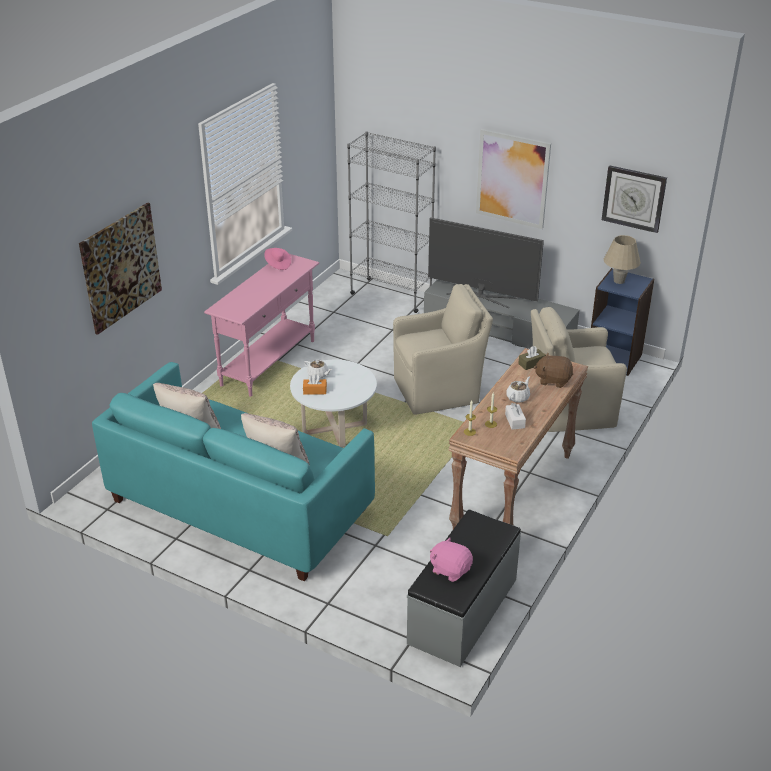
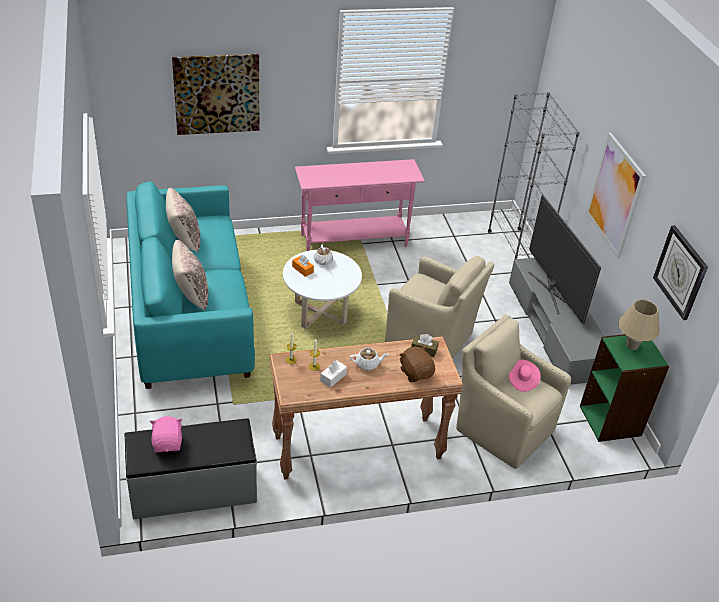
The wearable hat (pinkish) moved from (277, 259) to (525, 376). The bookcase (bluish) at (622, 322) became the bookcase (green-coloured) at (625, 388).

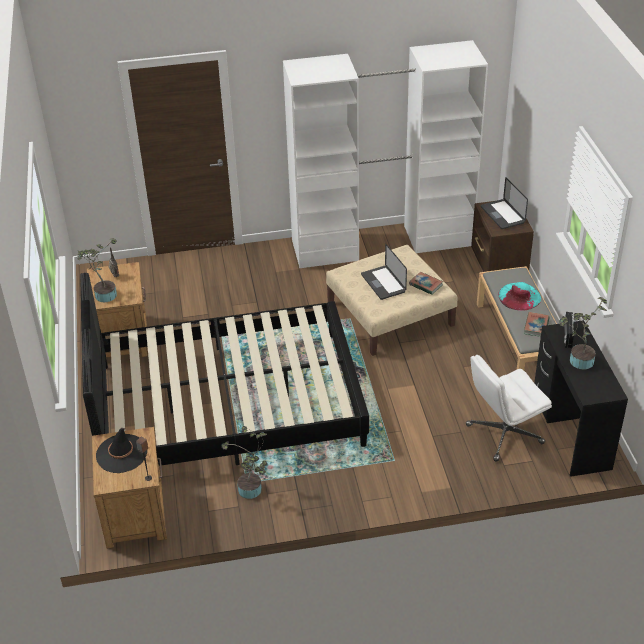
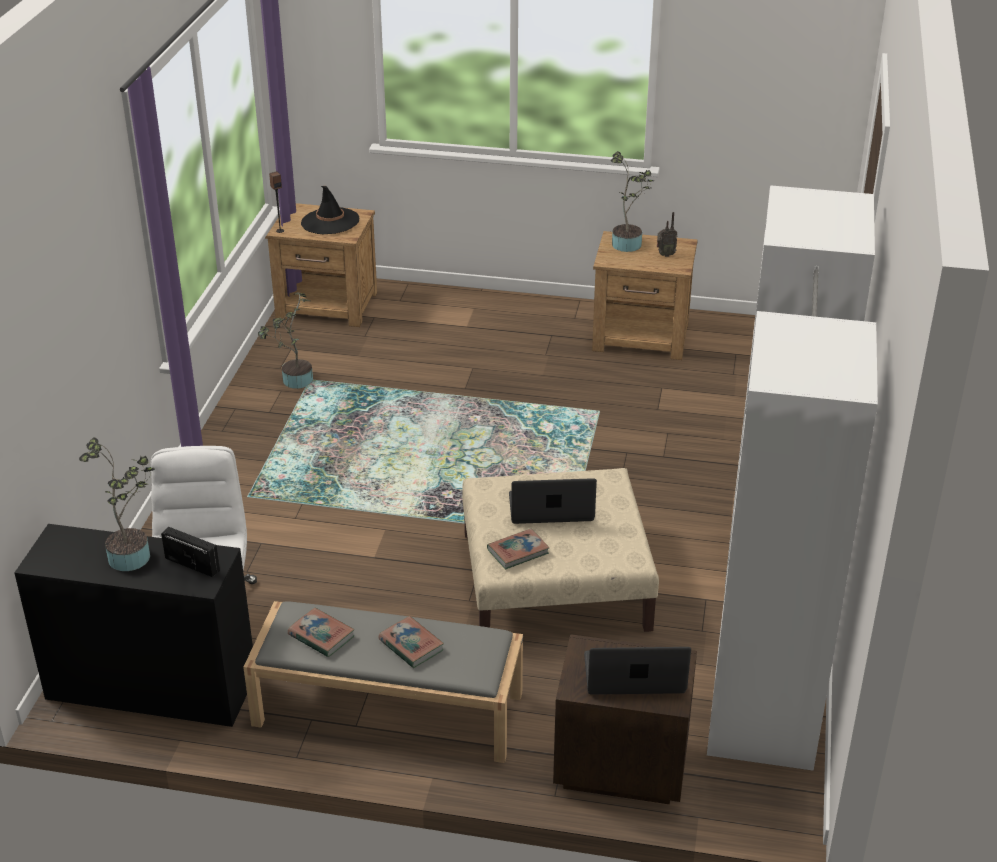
The bedroom bed (black) at (224, 369) disappeared. The wearable hat (turquoise) at (520, 296) was replaced by the volume at (411, 642).

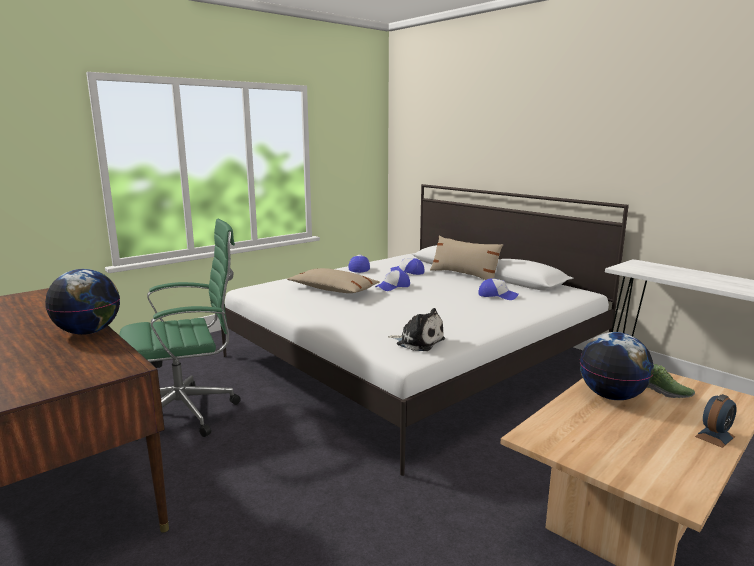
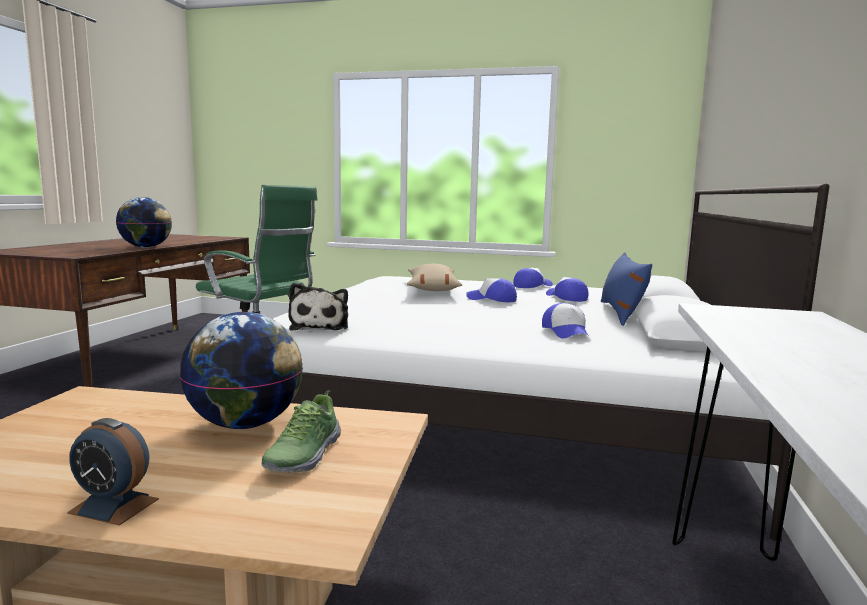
The pillow (beige-coloured) at (466, 257) became the pillow (bluish) at (626, 289).

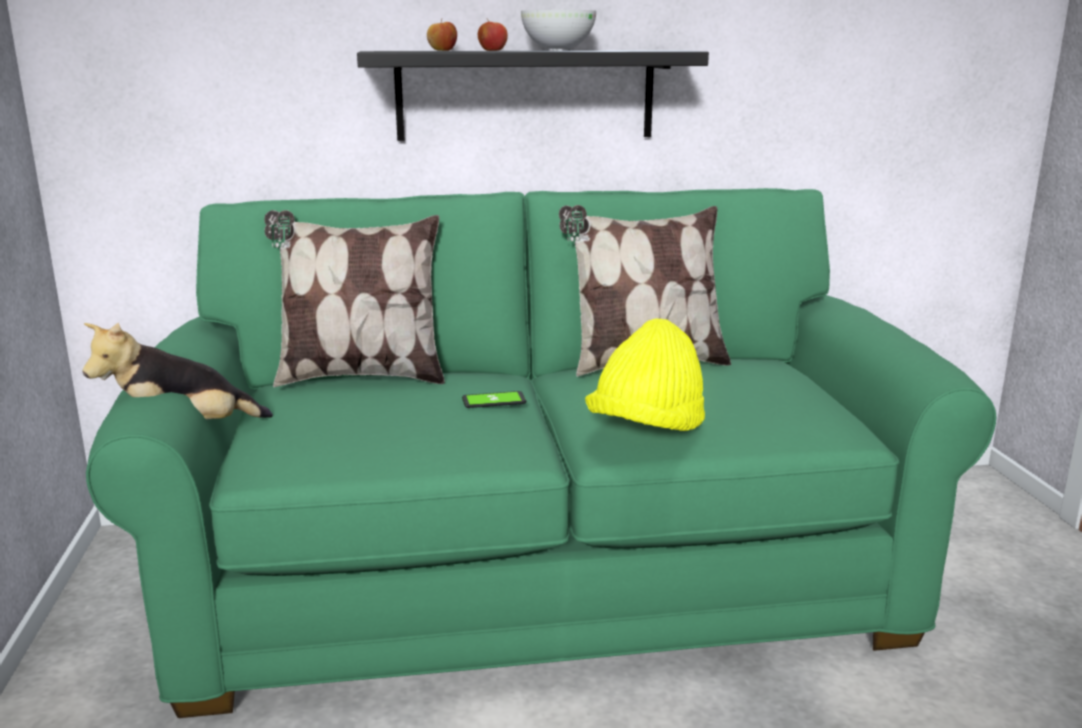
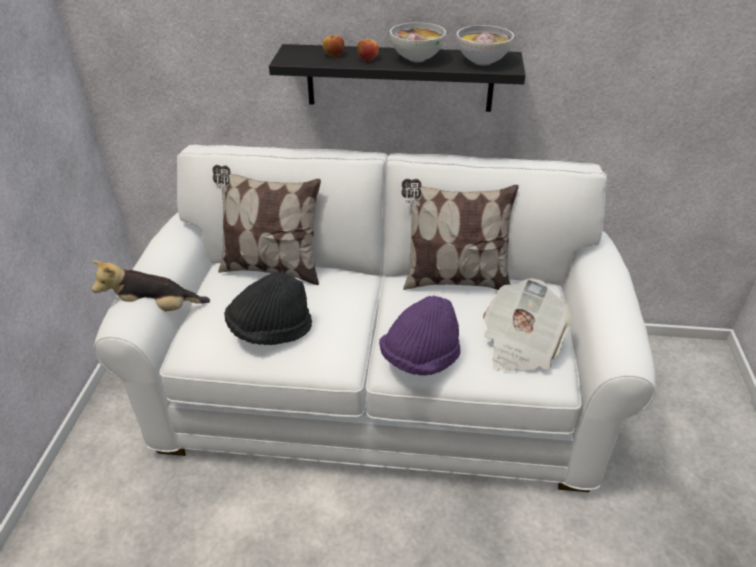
The settee (green-coloured) at (541, 453) became the settee (white-coloured) at (374, 318). The wearable hat (yellowish) at (645, 374) became the wearable hat (purplish) at (420, 335). The phone at (494, 399) disappeared. The deep dish at (485, 45) appeared. The wearable hat (black) at (268, 308) appeared. The newspaper at (527, 324) appeared.

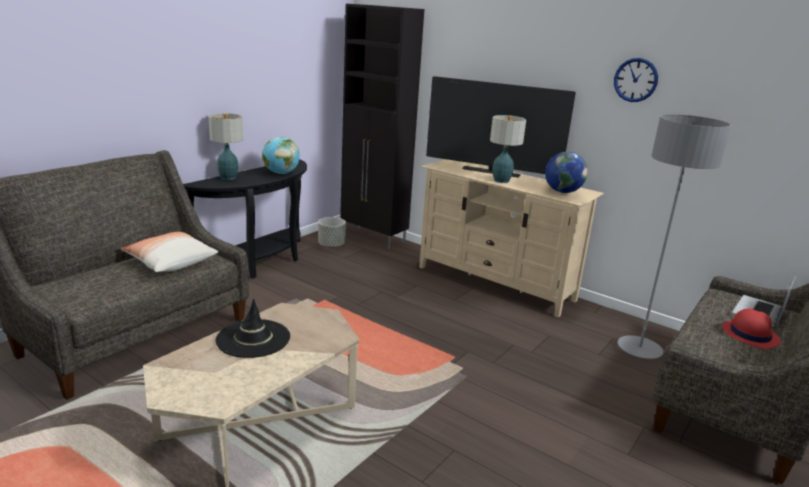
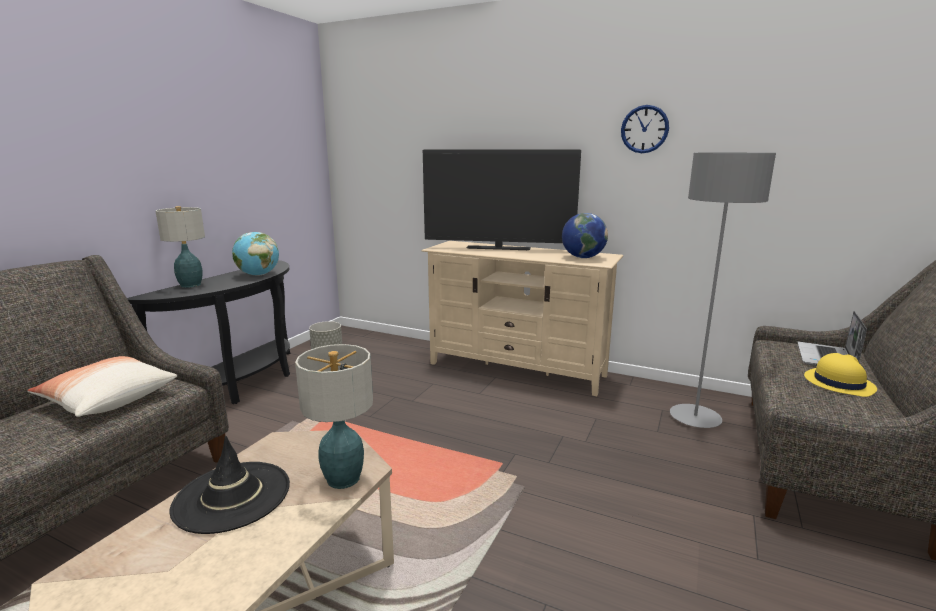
The storage cabinet (black) at (382, 127) disappeared. The tabletop lamp moved from (508, 149) to (334, 416). The wearable hat (red) at (751, 329) became the wearable hat (yellowish) at (840, 375).

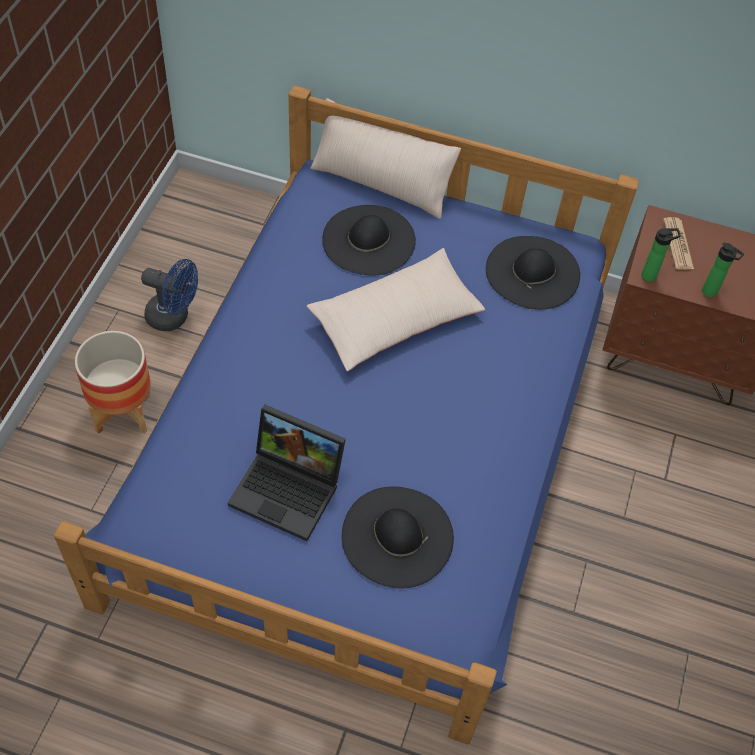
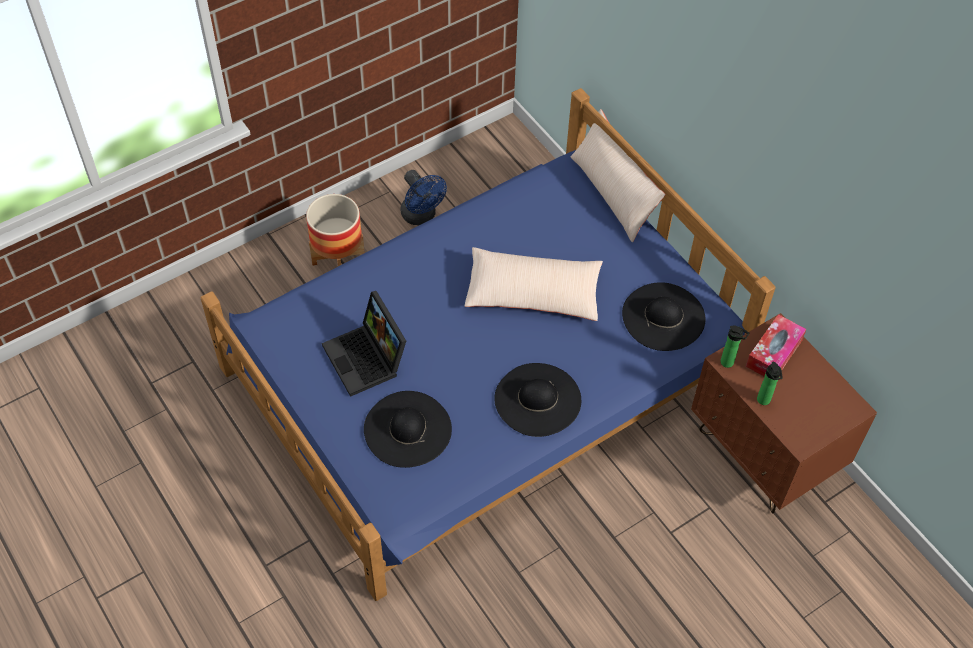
The wearable hat (black) moved from (369, 240) to (537, 400). The newspaper at (678, 243) was replaced by the box of tissues at (776, 345).

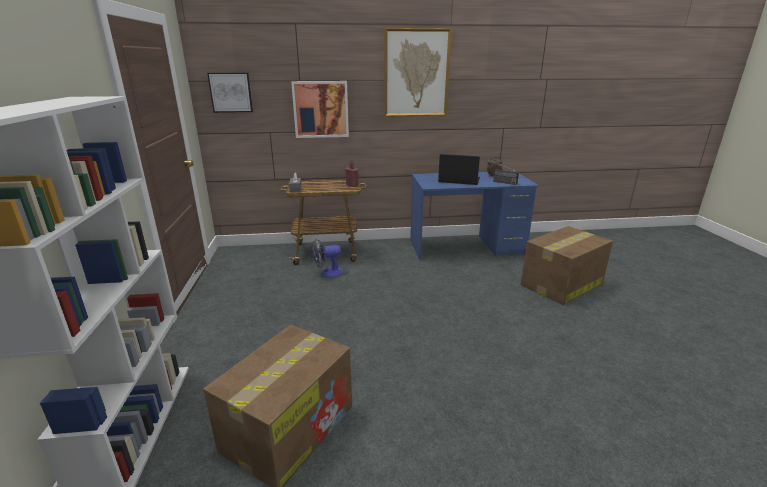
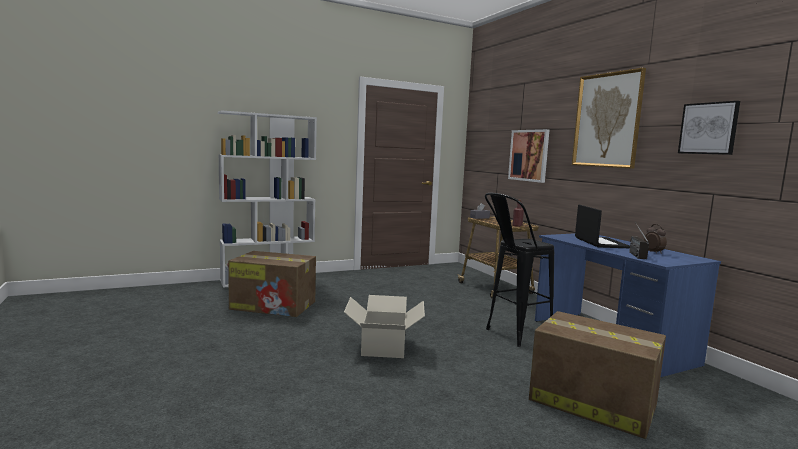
The picture moved from (230, 93) to (709, 128). The cooling fan at (327, 258) disappeared. The sitting stool (black) at (519, 270) appeared. The packing box at (384, 326) appeared.

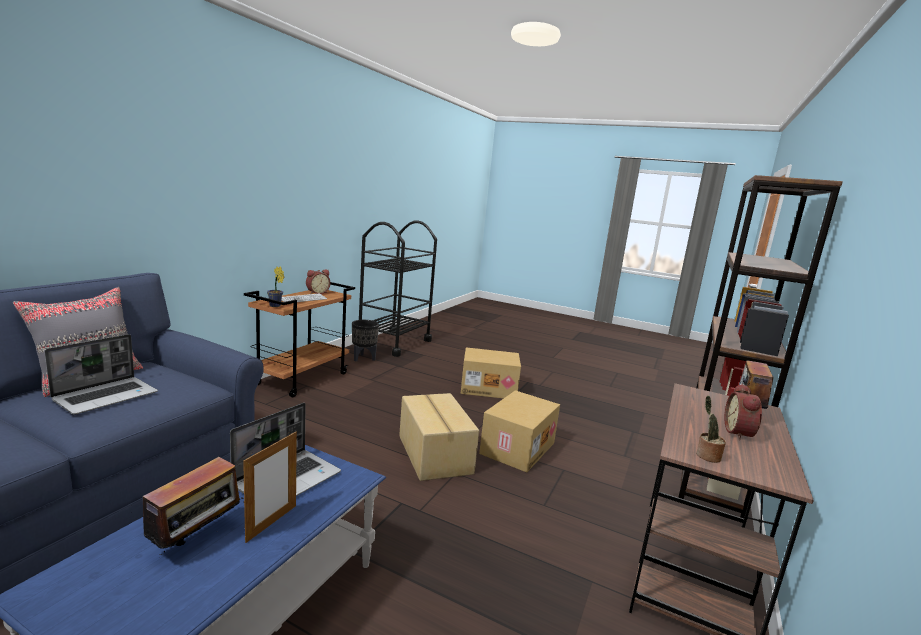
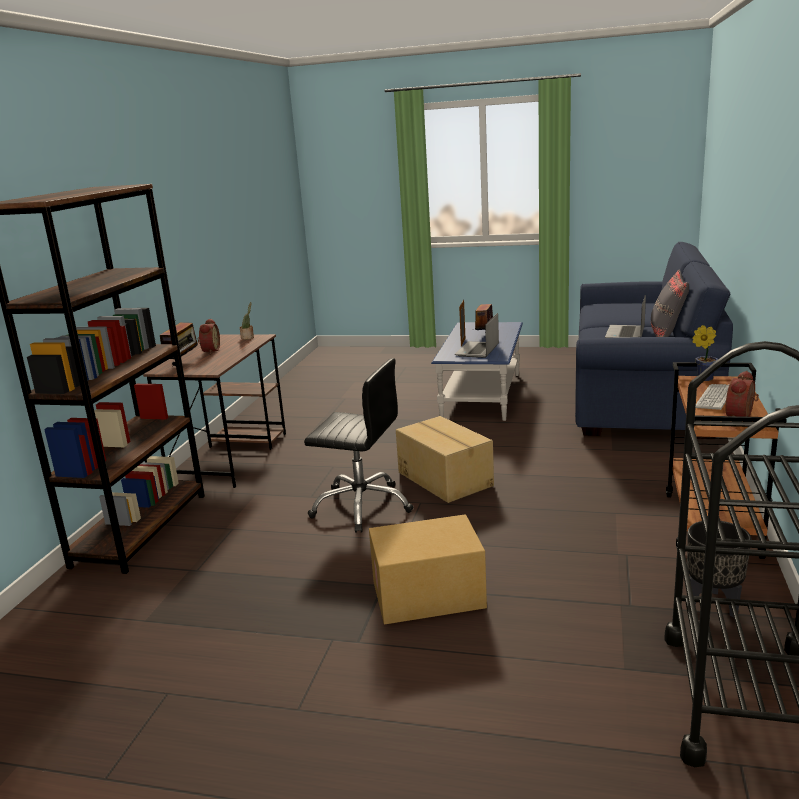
The packing box at (519, 431) was replaced by the desk chair (black) at (358, 445).

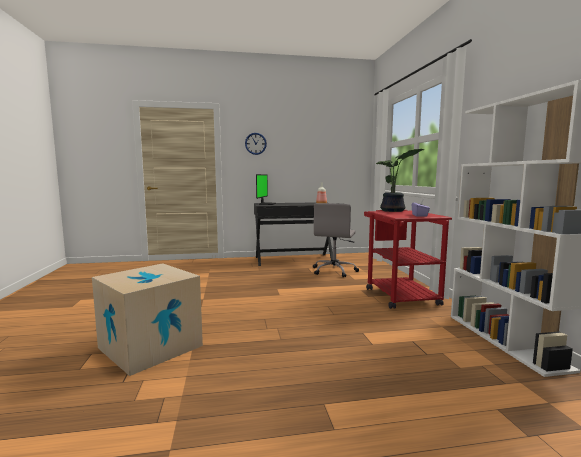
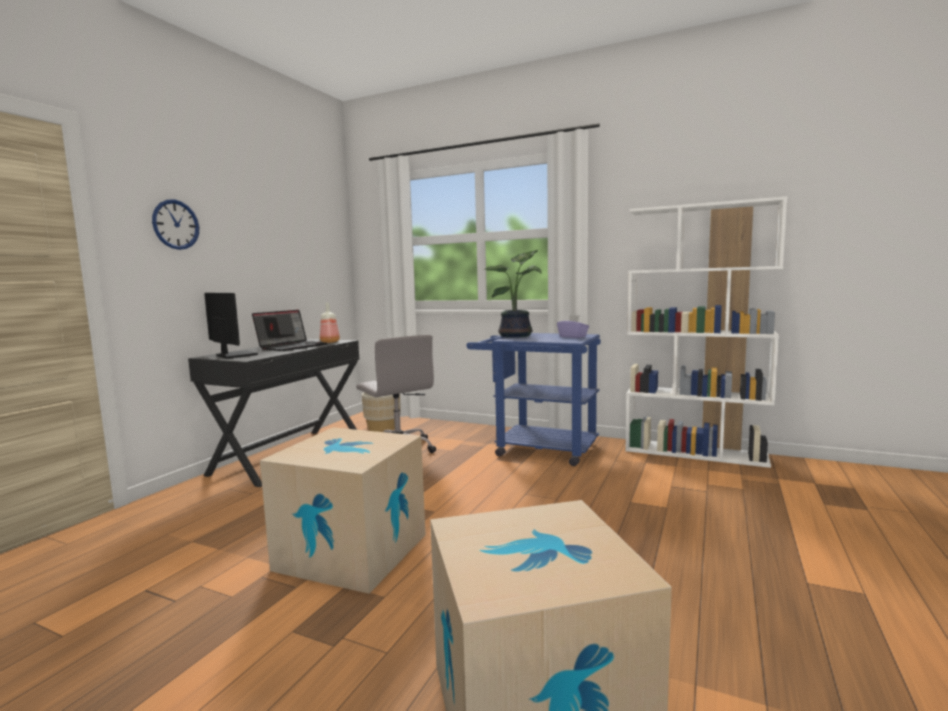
The wheeled cart (red) at (408, 259) became the wheeled cart (bluish) at (534, 399). The notebook computer at (289, 330) appeared. The planter (beige-coloured) at (381, 412) appeared. The packing box at (343, 510) appeared.

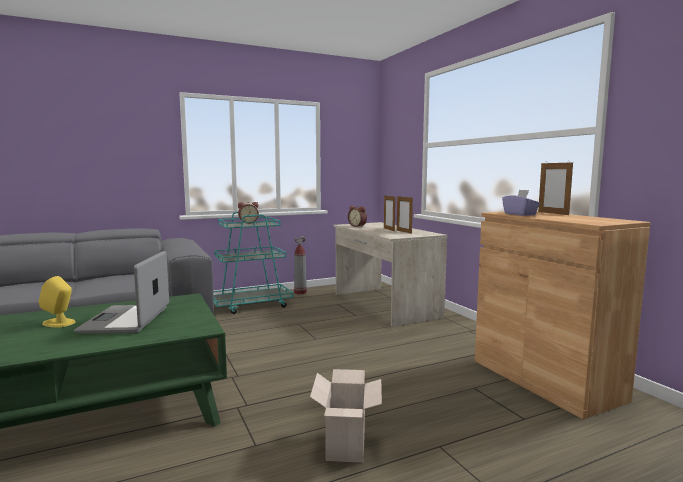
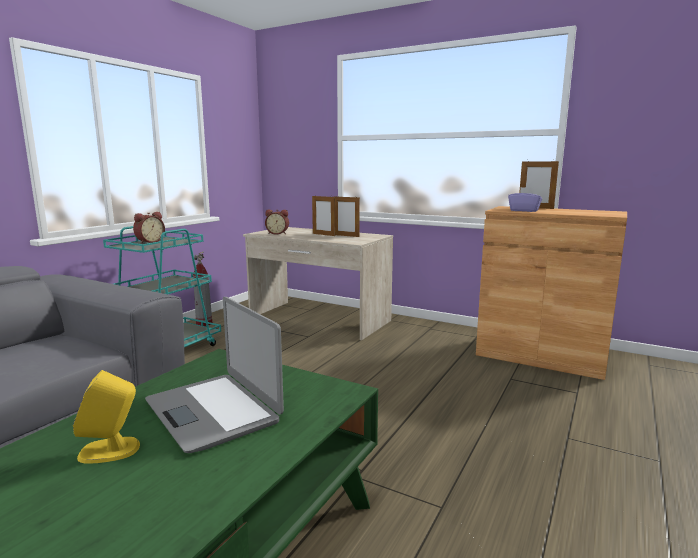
The packing box at (346, 416) disappeared.

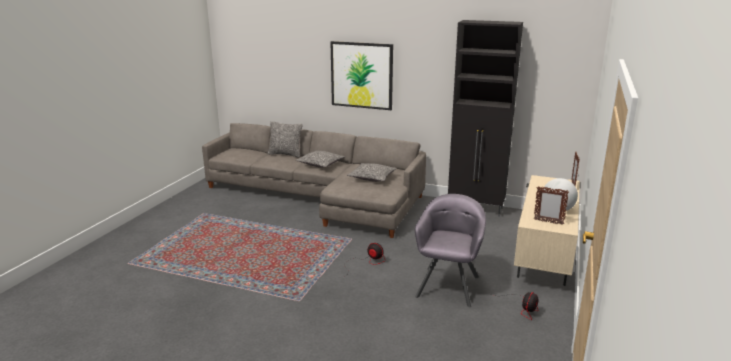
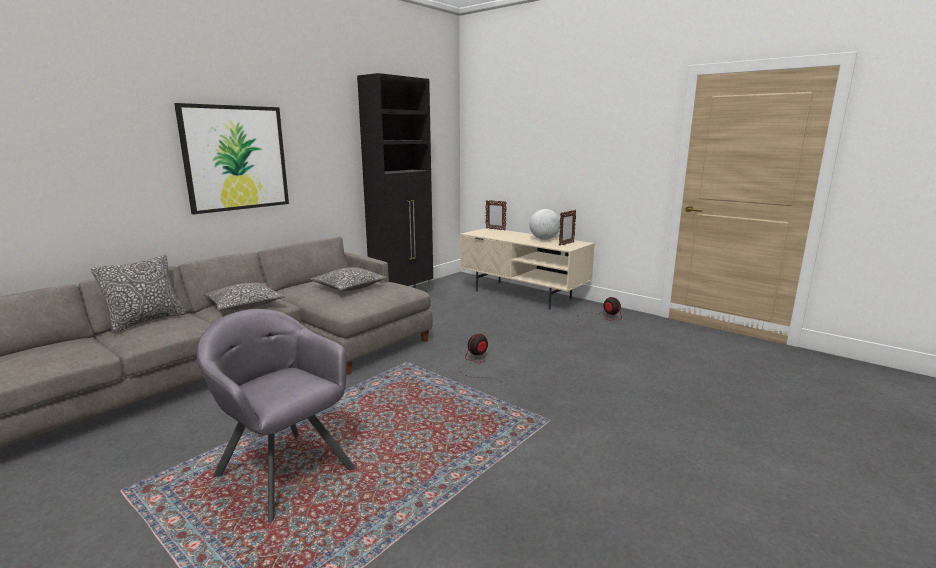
The armchair (grey) moved from (450, 250) to (276, 416).

